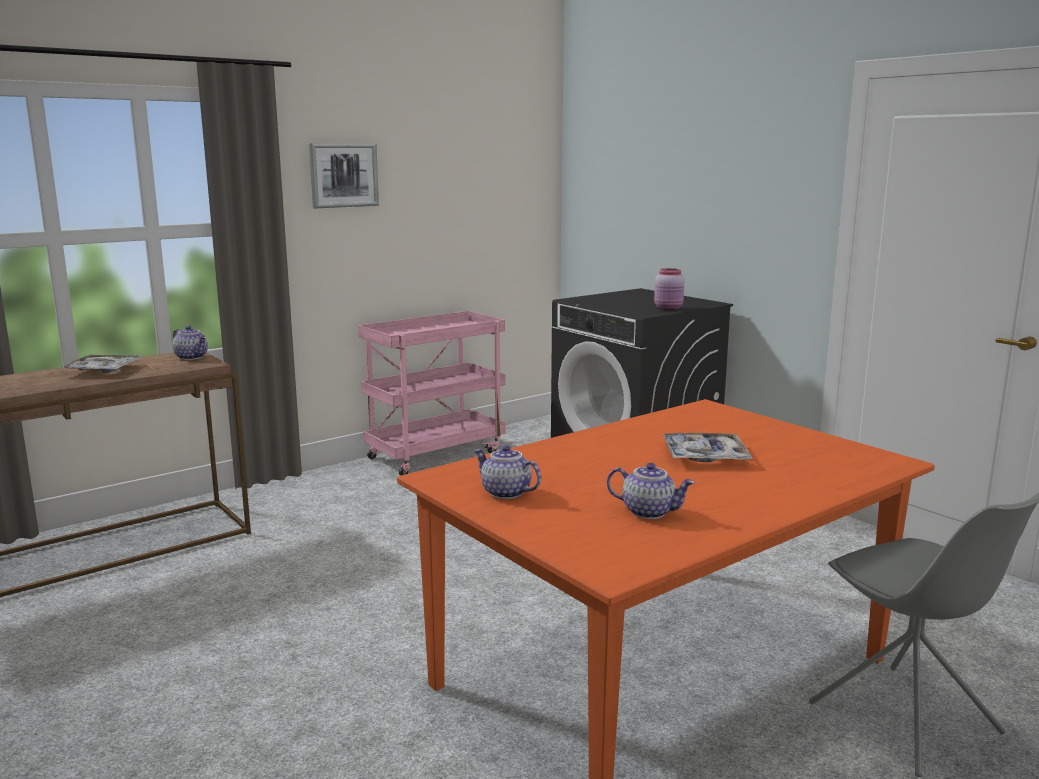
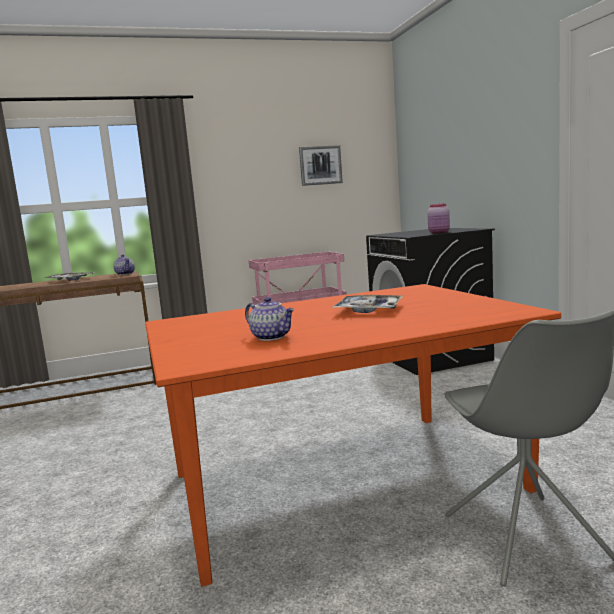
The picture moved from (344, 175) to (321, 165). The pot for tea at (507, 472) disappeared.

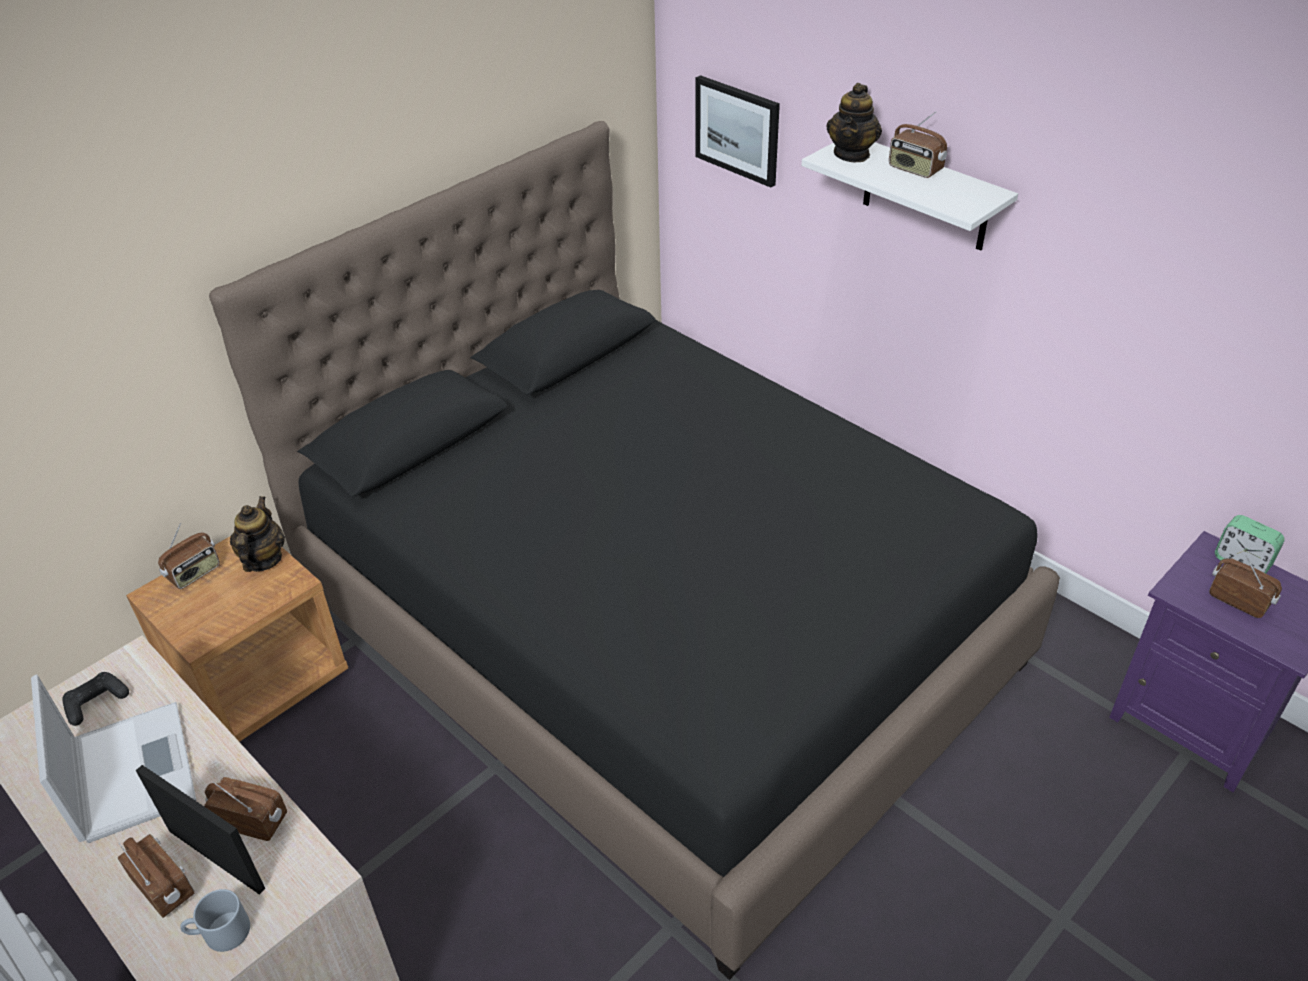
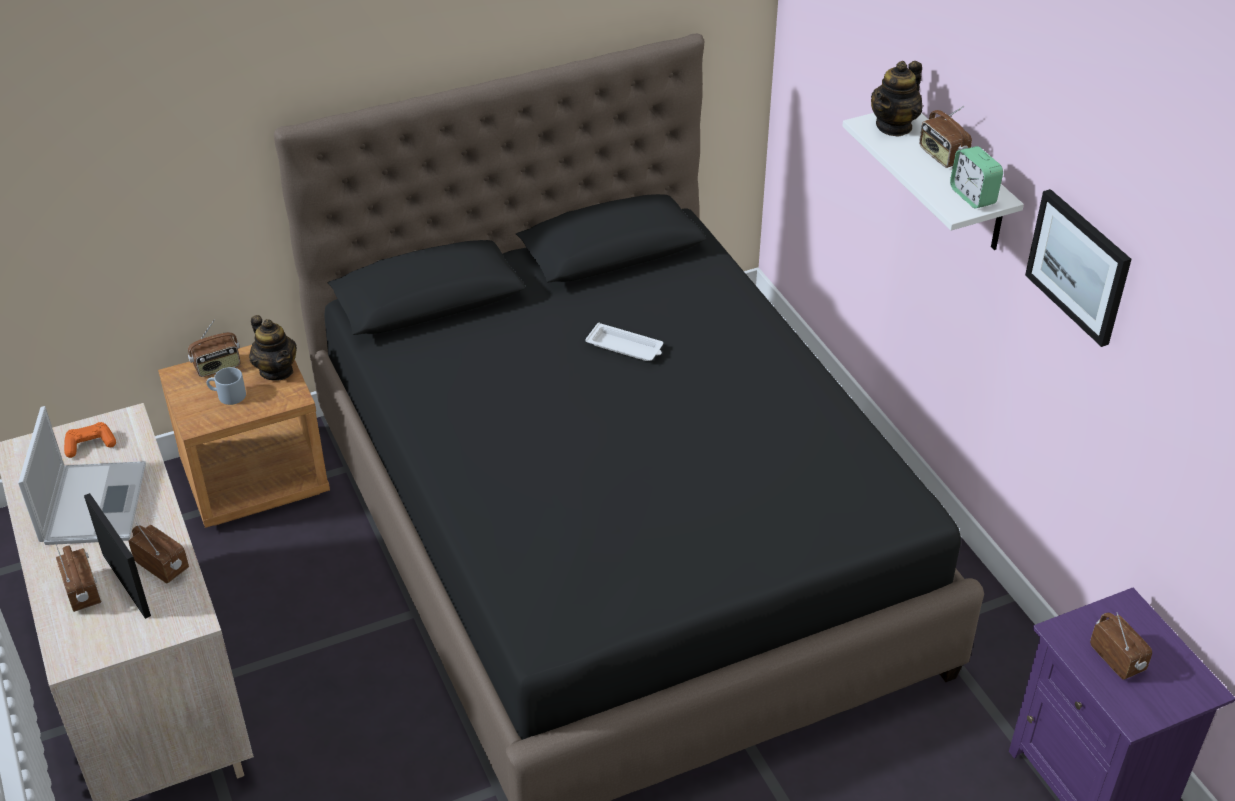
The picture moved from (737, 131) to (1078, 268). The pot for tea at (257, 534) turned 120 degrees clockwise. The alarm clock moved from (1250, 544) to (976, 177). The joypad (black) at (95, 699) became the joypad (orangey) at (90, 440). The coffee mug (grey) moved from (215, 920) to (226, 386). The tray (white-coloured) at (624, 341) appeared.

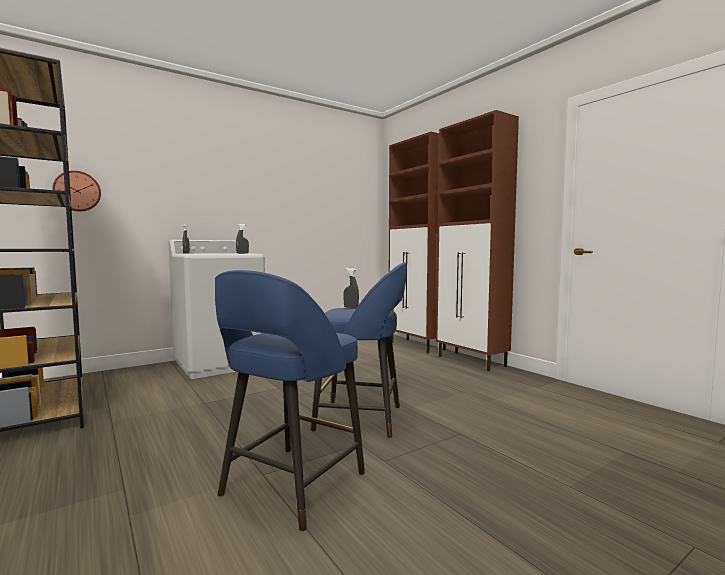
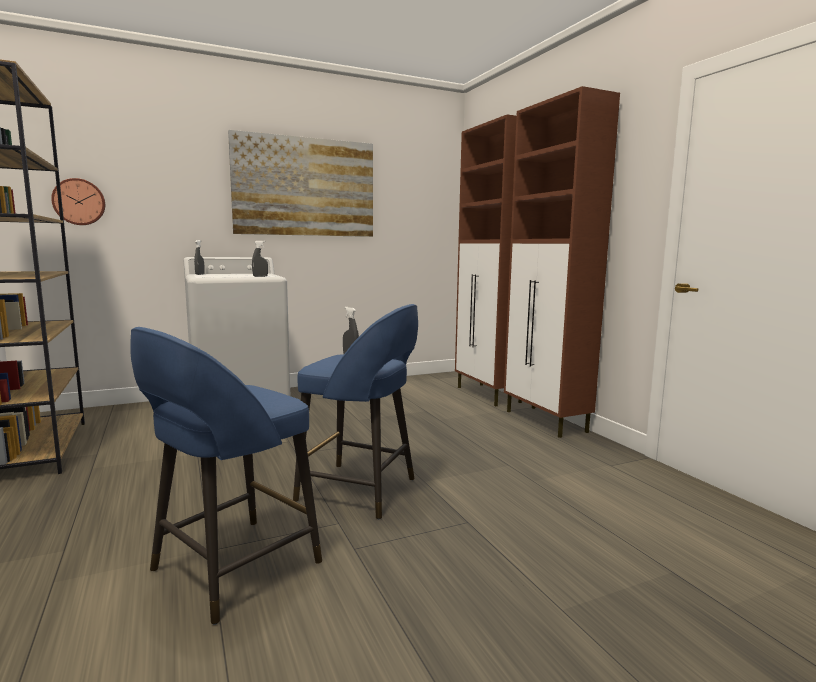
The picture at (300, 183) appeared.

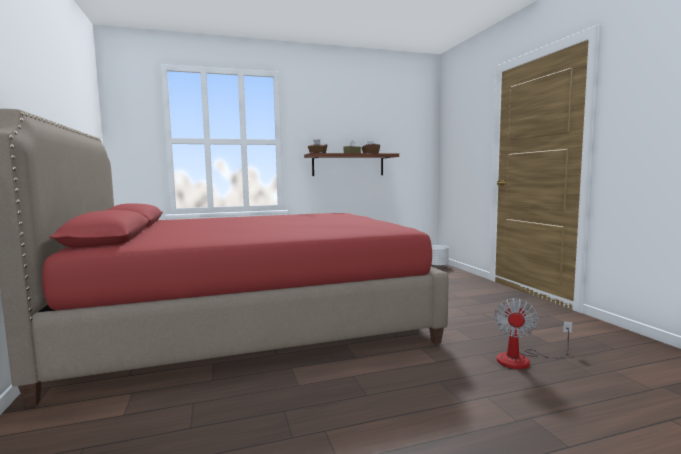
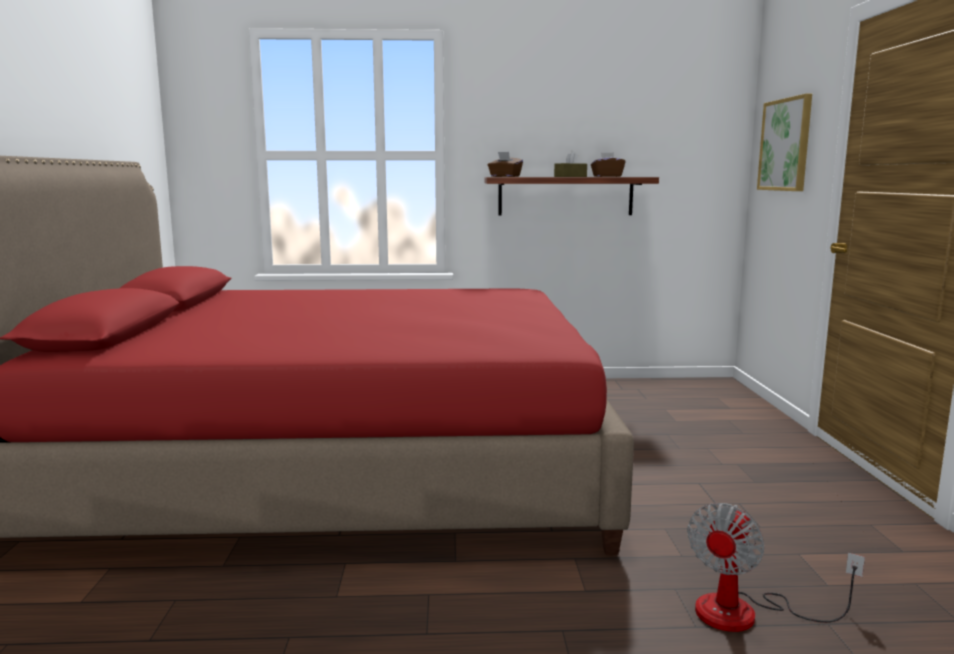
The planter (white-coloured) at (440, 256) disappeared. The picture at (784, 142) appeared.

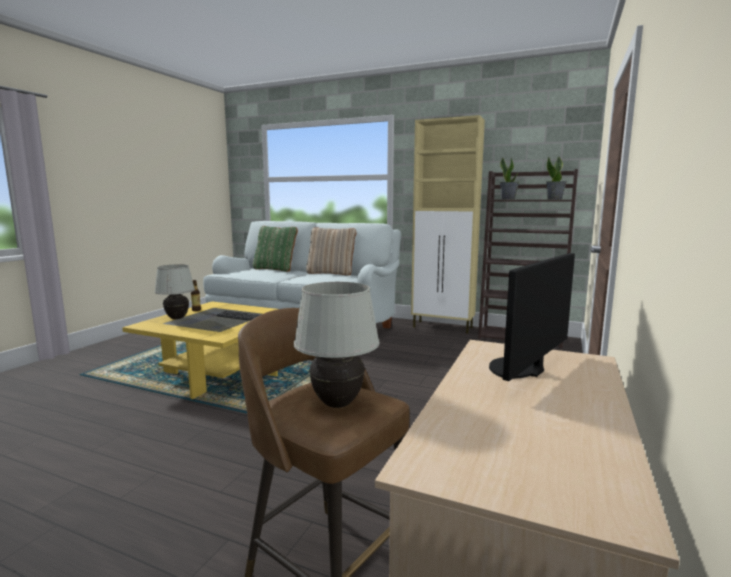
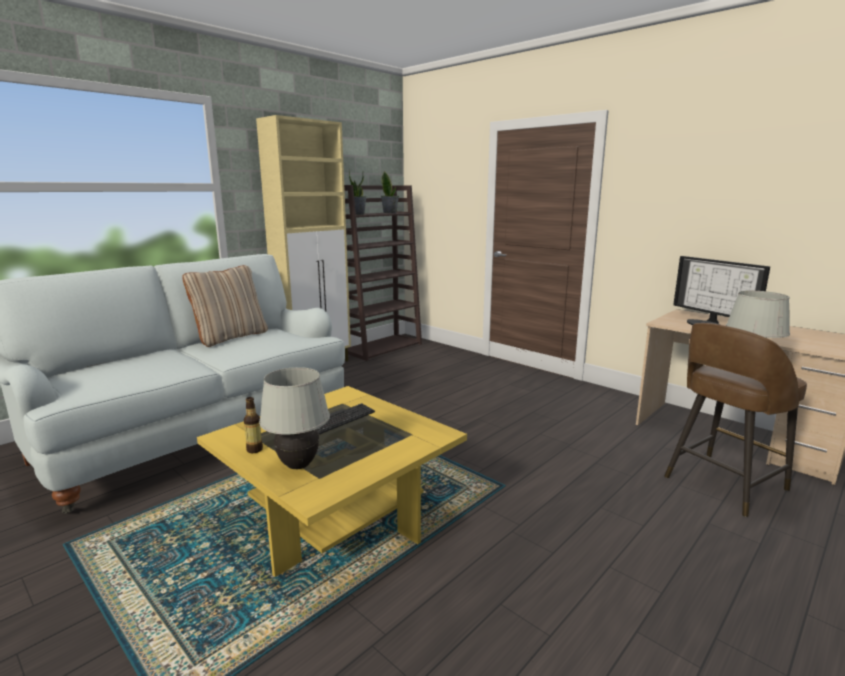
The pillow (green-coloured) at (275, 249) disappeared.

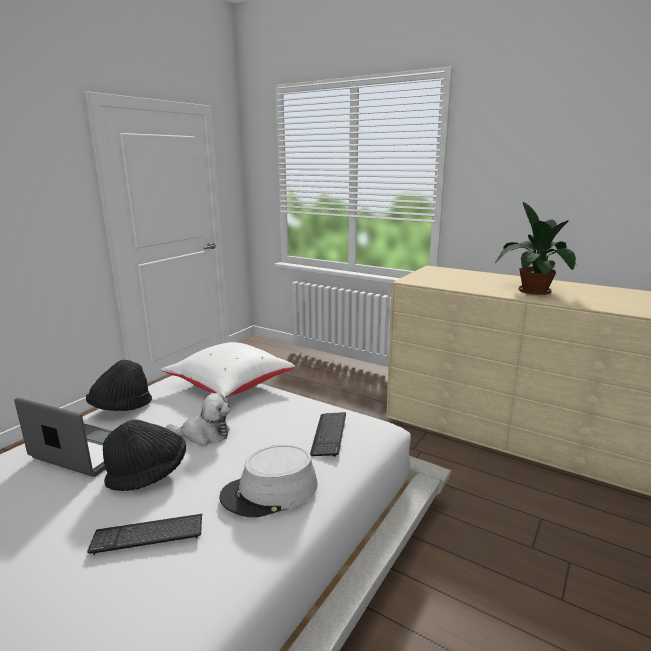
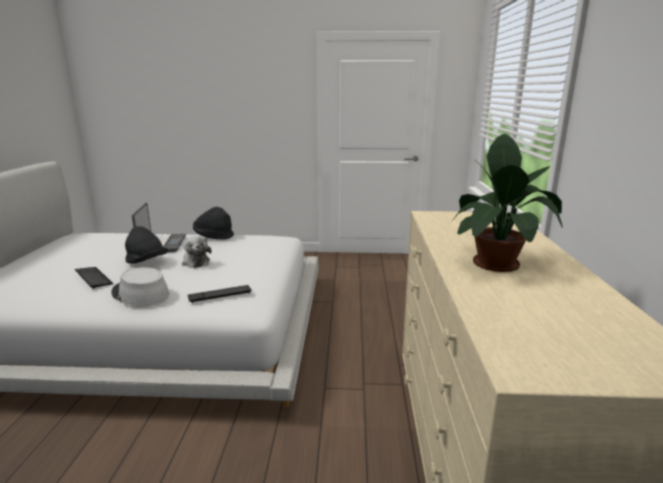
The pillow (white-coloured) at (228, 370) disappeared.

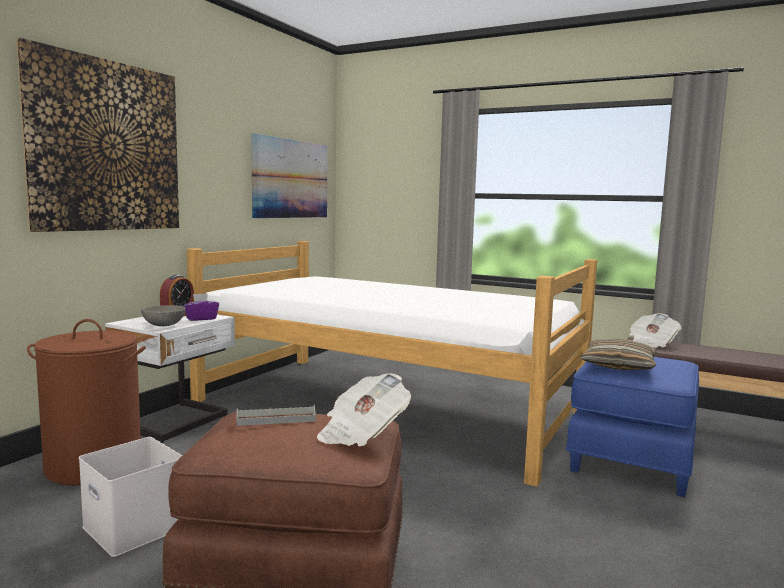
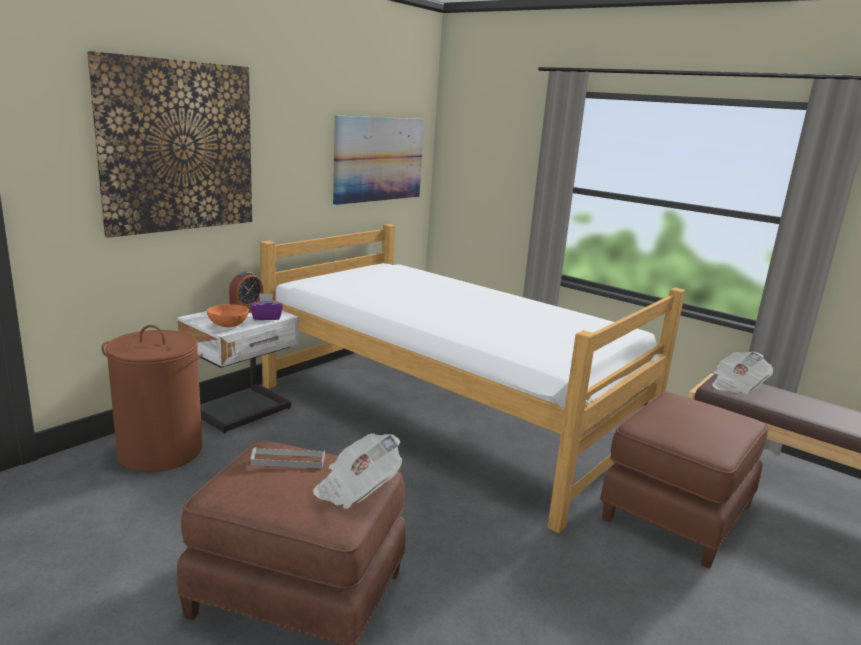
The deep dish (grey) at (163, 315) became the deep dish (orangey) at (228, 315). The pillow at (618, 354) disappeared. The footrest (bluish) at (632, 427) became the footrest (brownish) at (684, 480). The storage box (white-coloured) at (130, 497) disappeared.

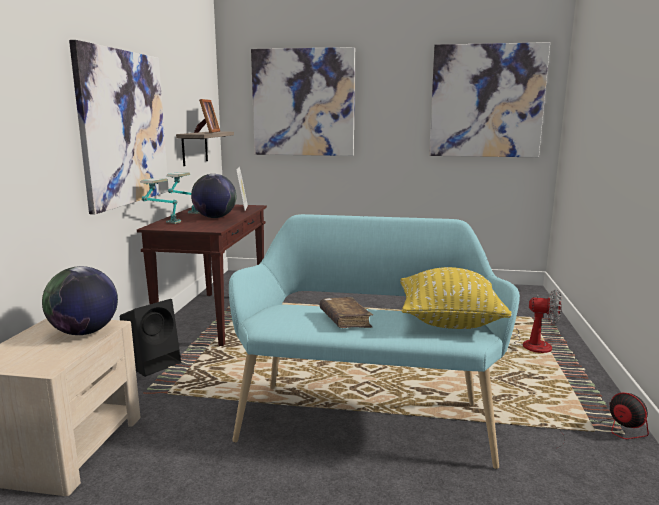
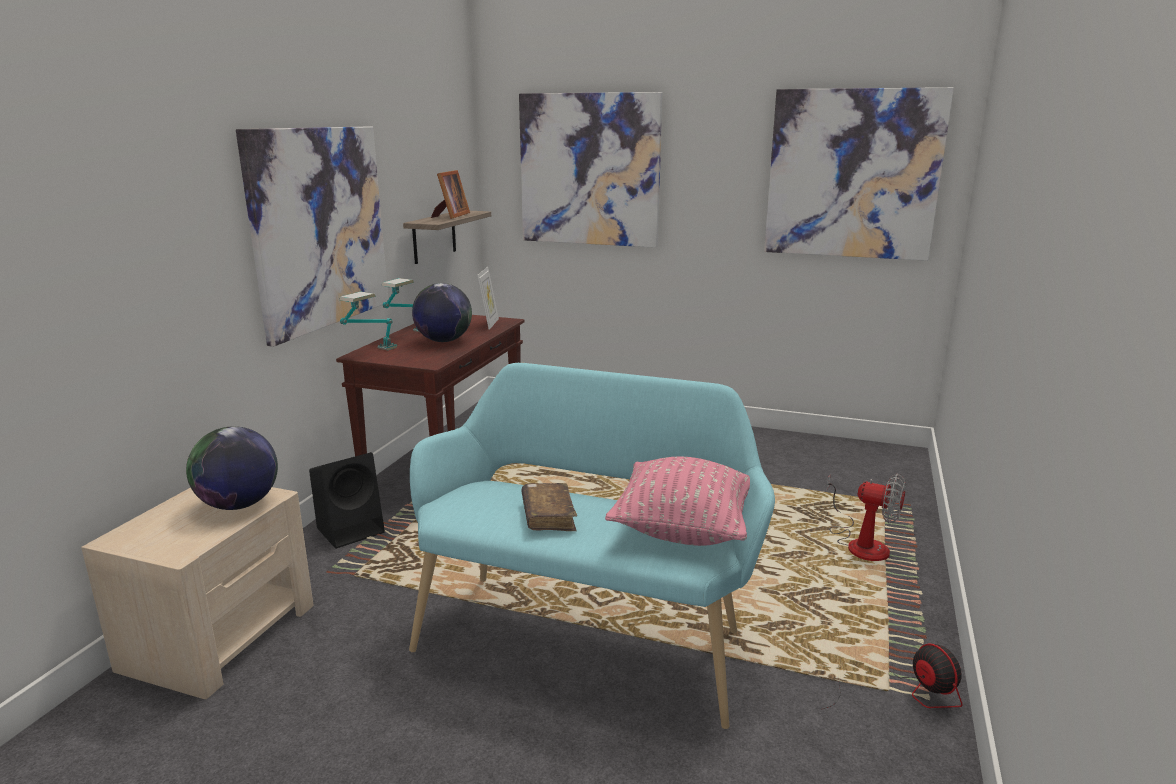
The pillow (yellowish) at (456, 298) became the pillow (pinkish) at (677, 501).

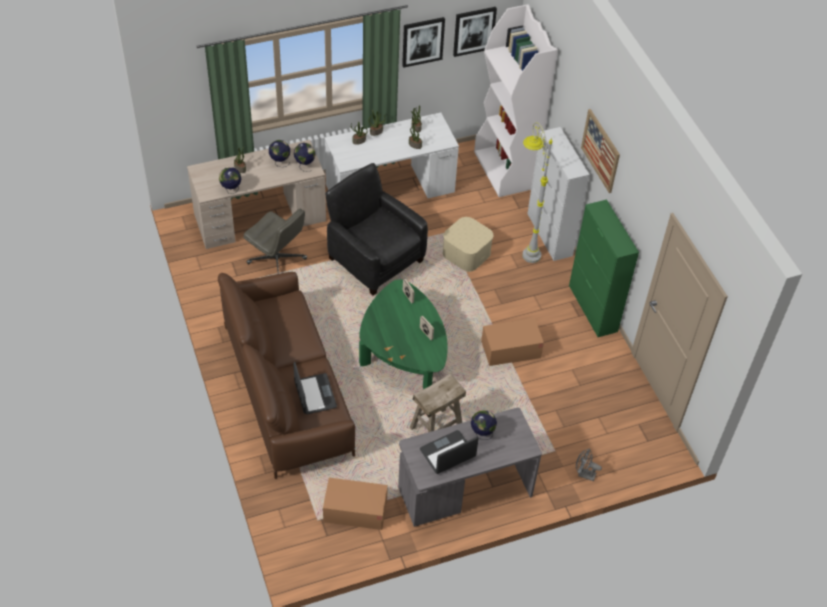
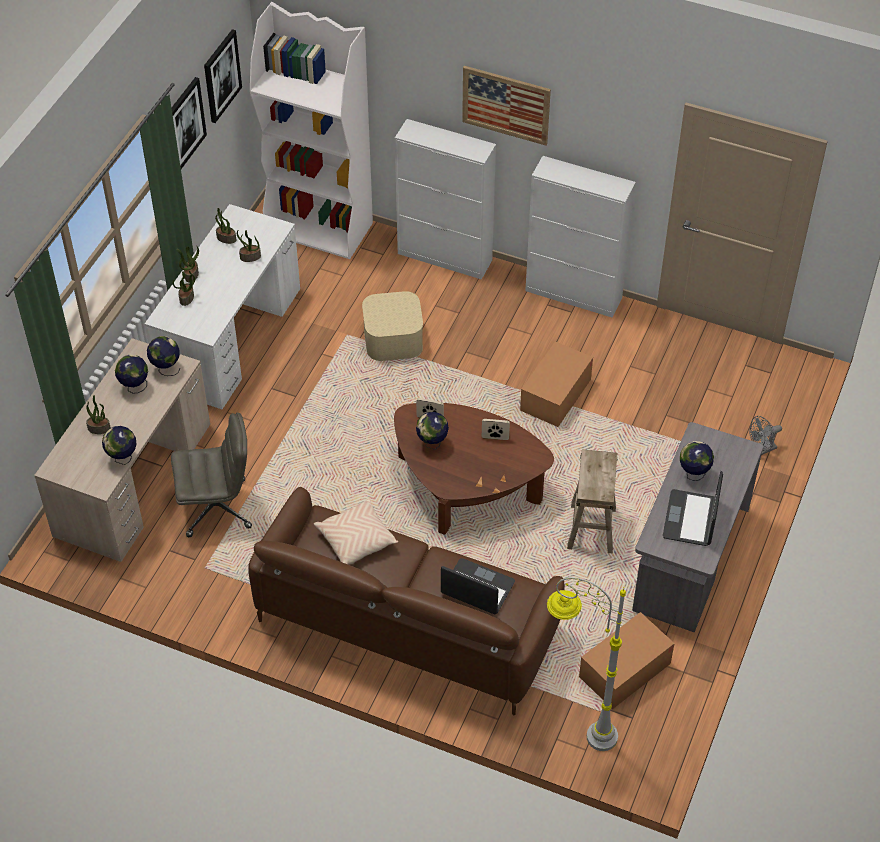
The standard lamp (grey) moved from (537, 192) to (586, 664). The armchair (black) at (376, 229) disappeared. The storage cabinet (green-coloured) at (604, 268) became the storage cabinet (white-coloured) at (580, 237). The lounge table (green-coloured) at (403, 334) became the lounge table (brownish) at (474, 469). The world globe at (432, 431) appeared. The pillow (beige-coloured) at (356, 532) appeared.

